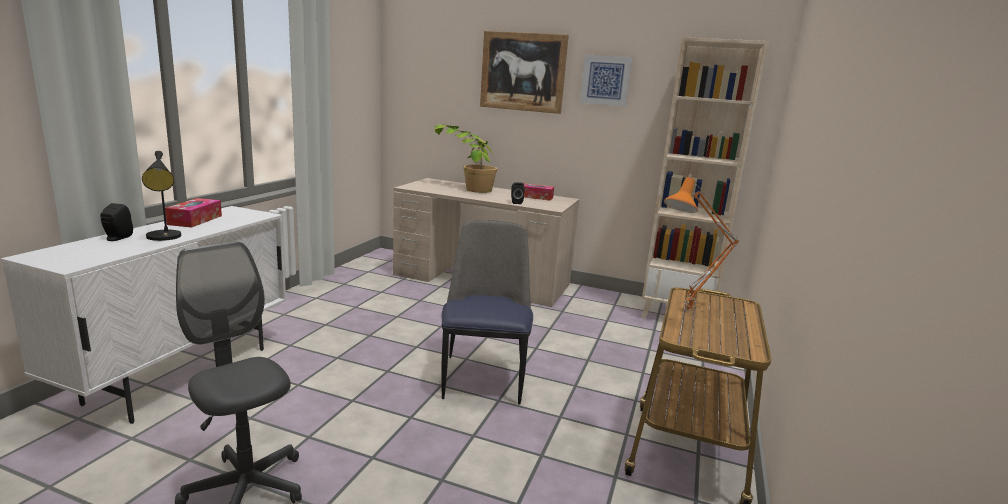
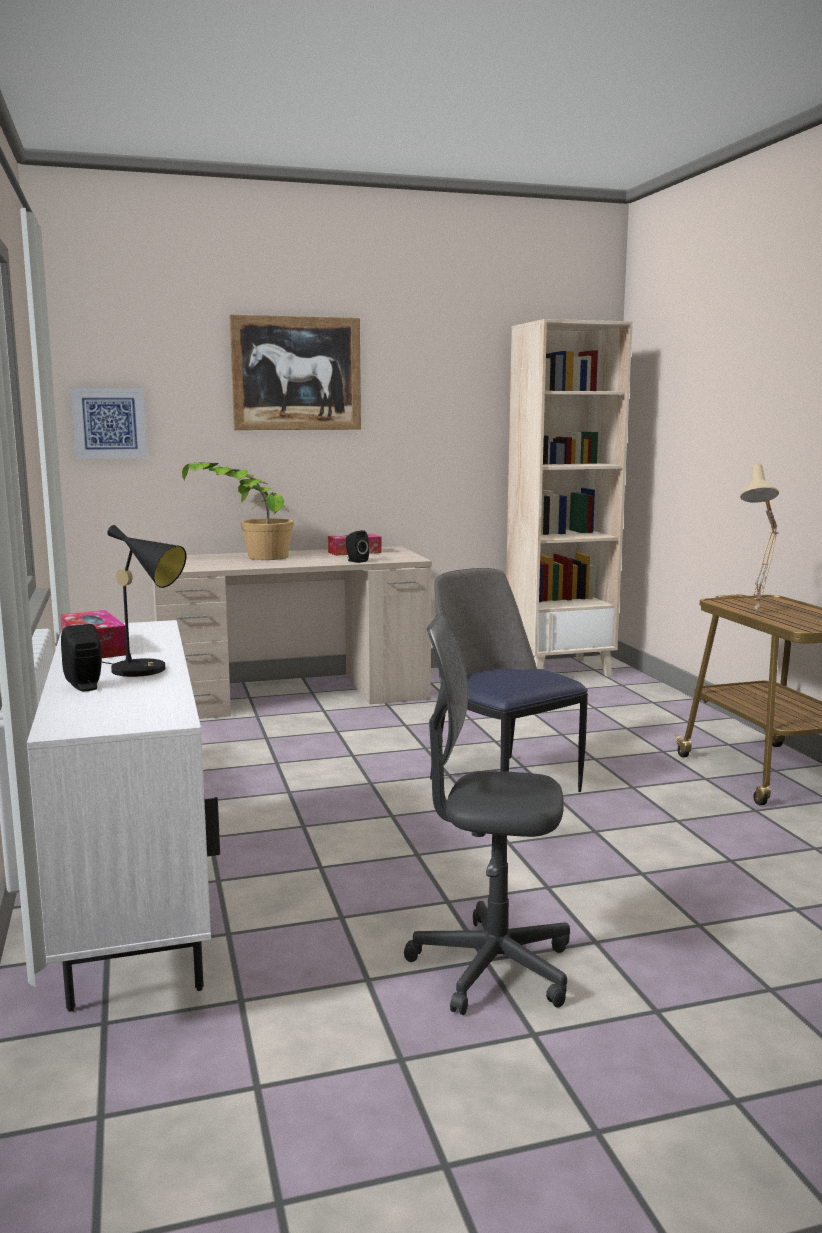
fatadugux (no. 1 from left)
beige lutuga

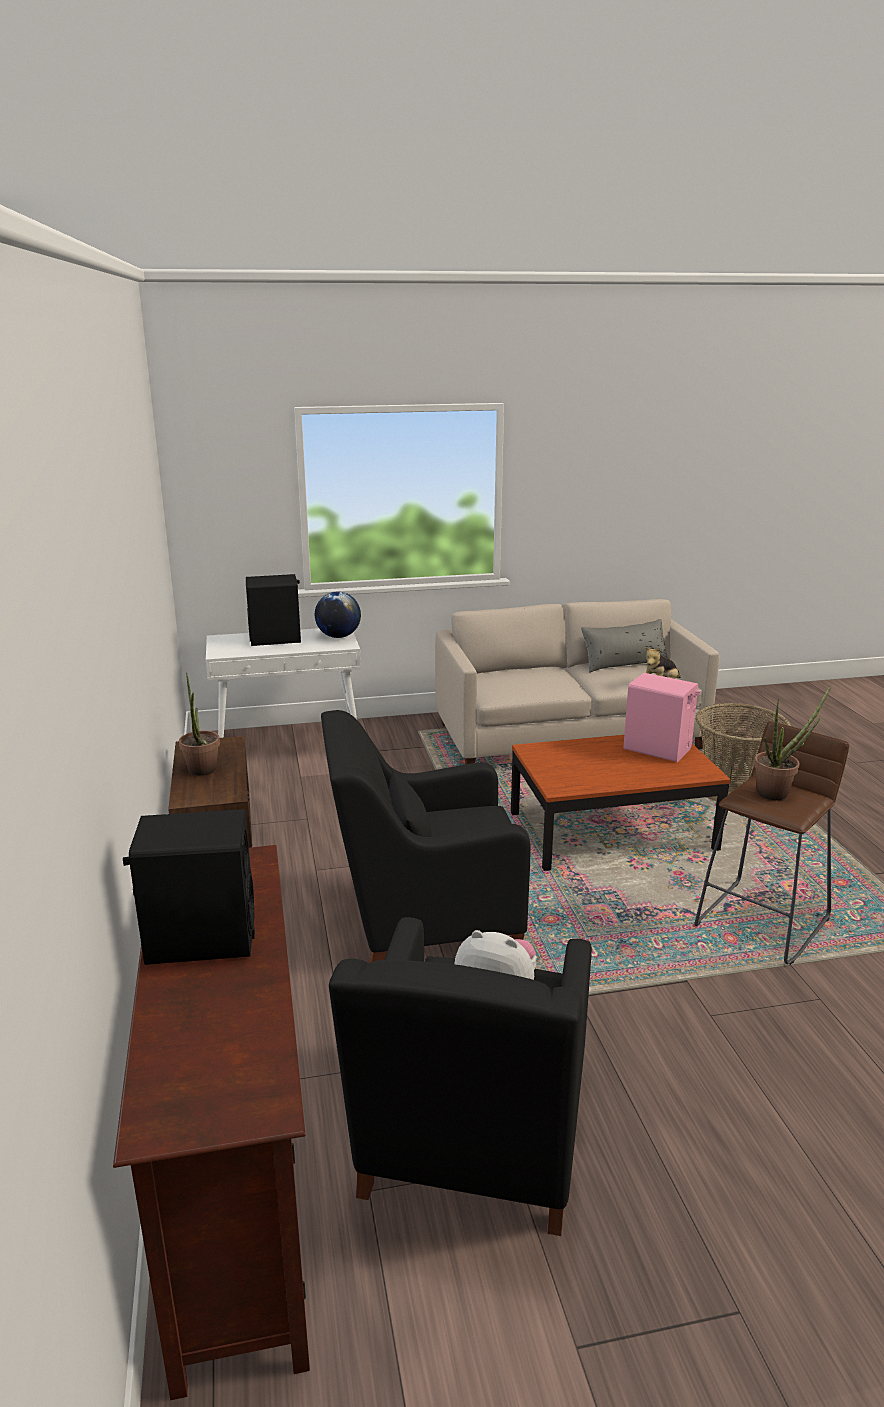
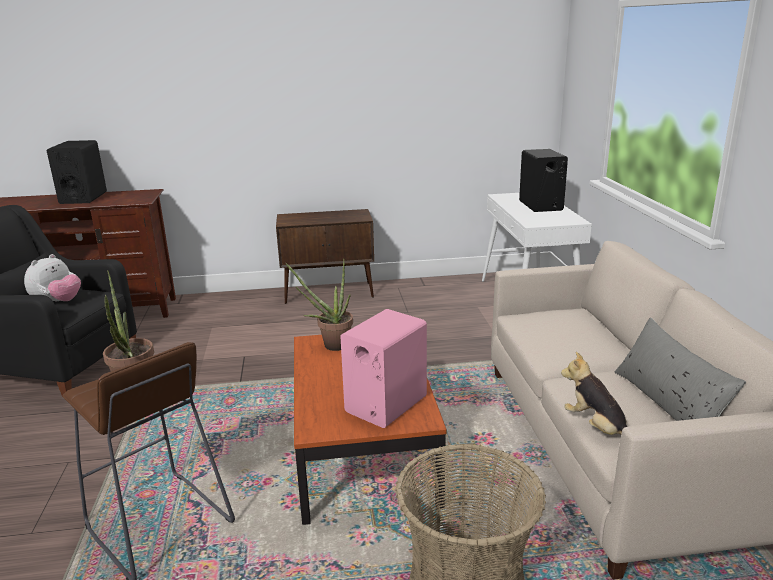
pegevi
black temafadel (no. 1 from left in the first image)
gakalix (no. 2 from left)

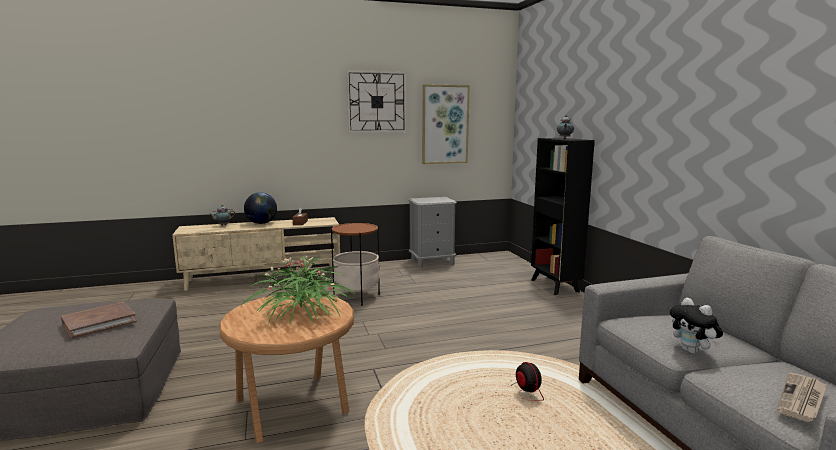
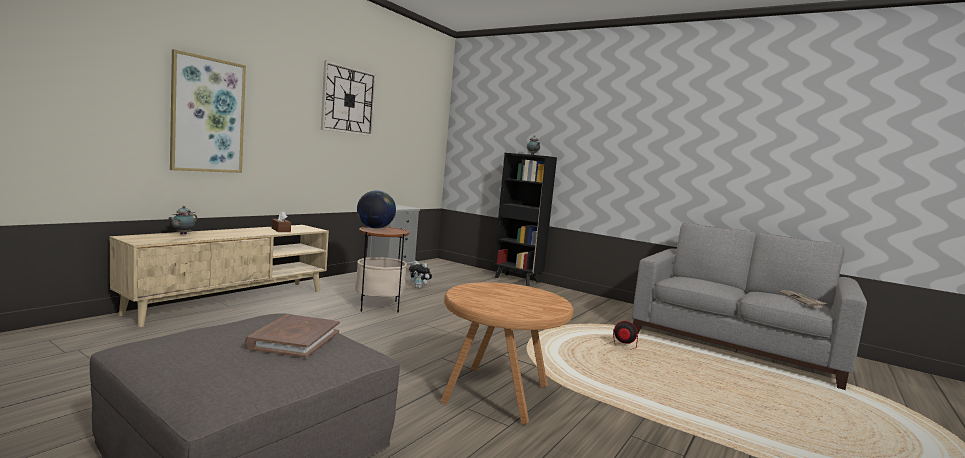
gakalix
pegevi
fatadugux
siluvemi

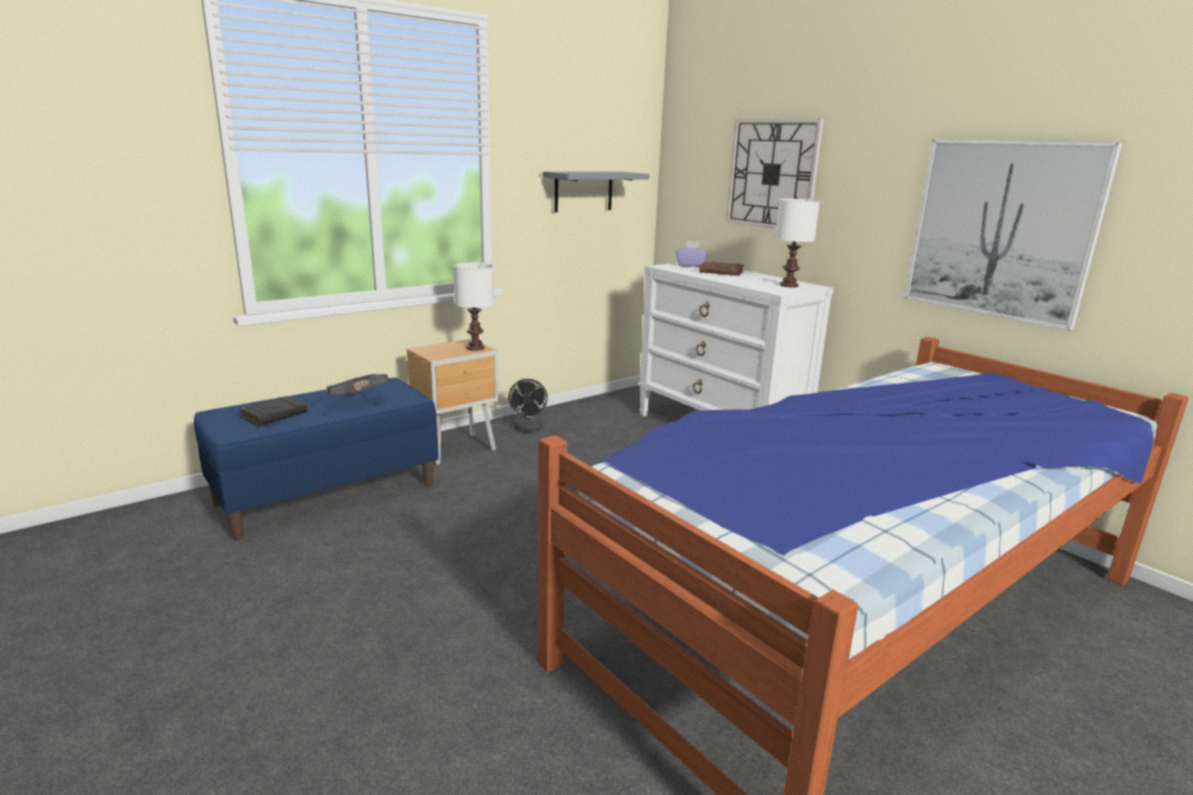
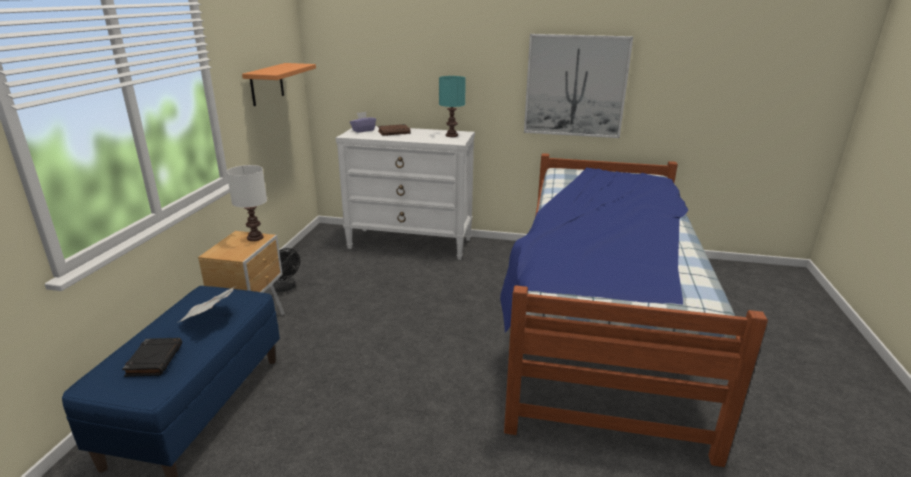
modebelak
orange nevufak
turquoise lutuga

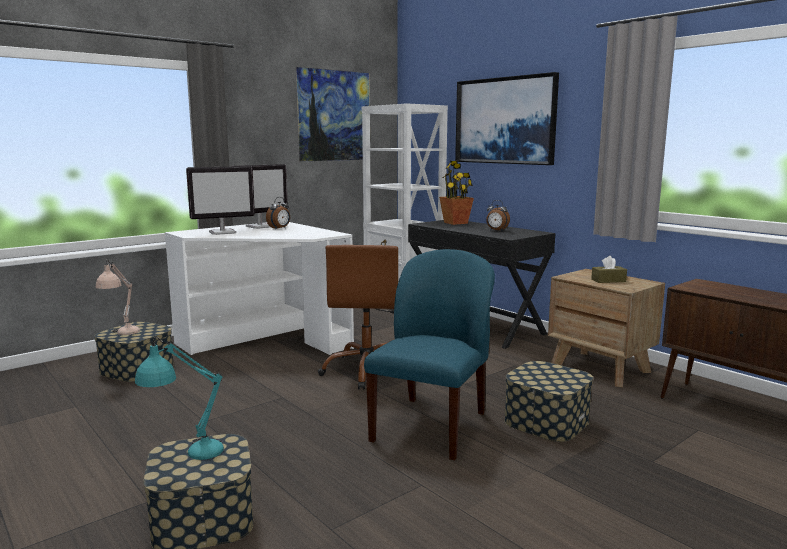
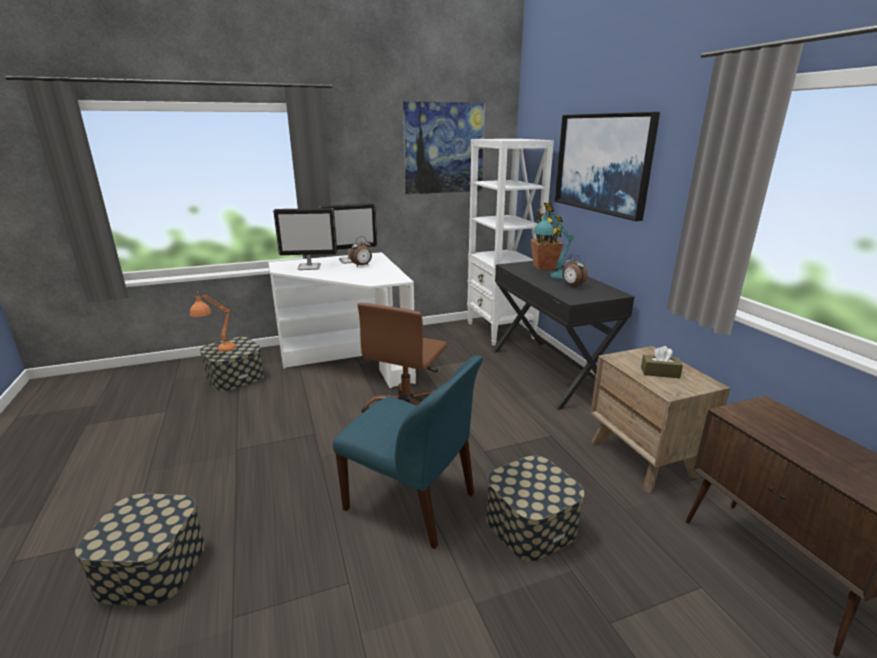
turquoise lutuga
orange lutuga
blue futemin

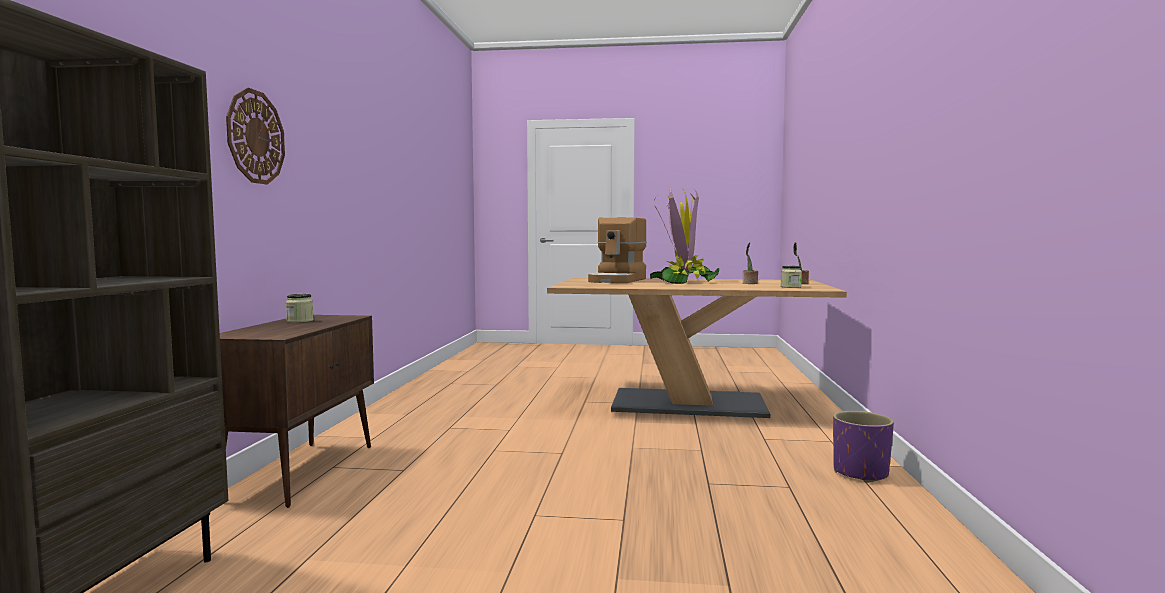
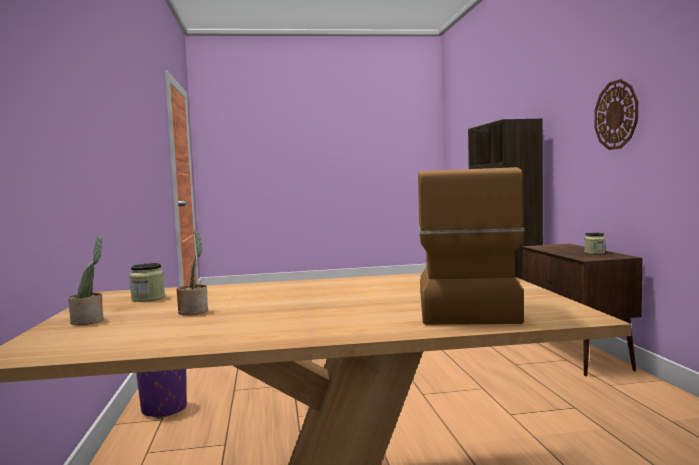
gakalix (no. 1 from left in the first image)

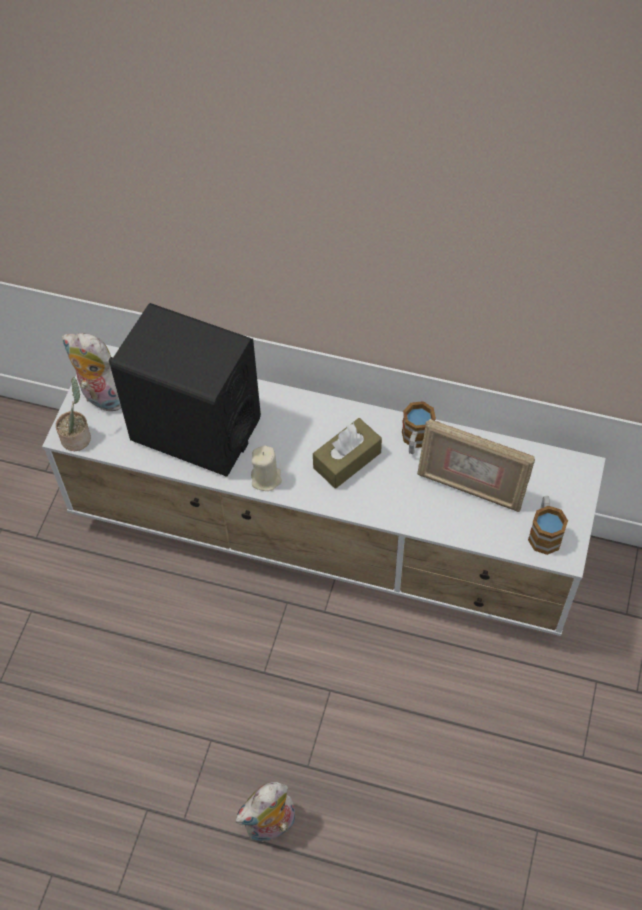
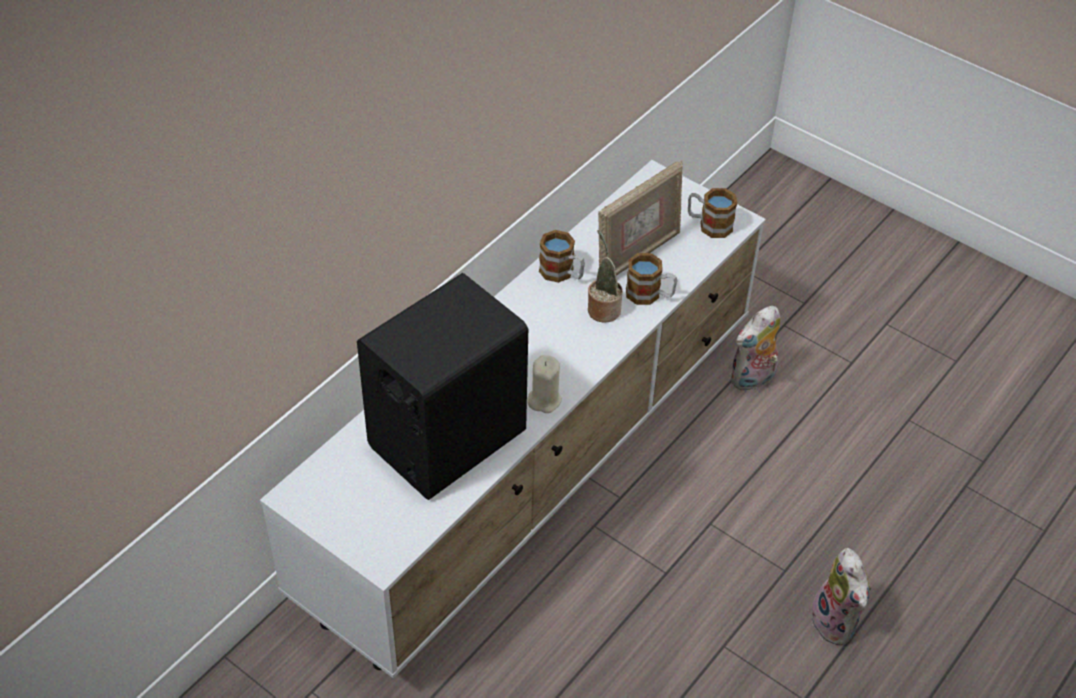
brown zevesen
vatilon (no. 2 from left)
gakalix
siluvemi (no. 1 from left)

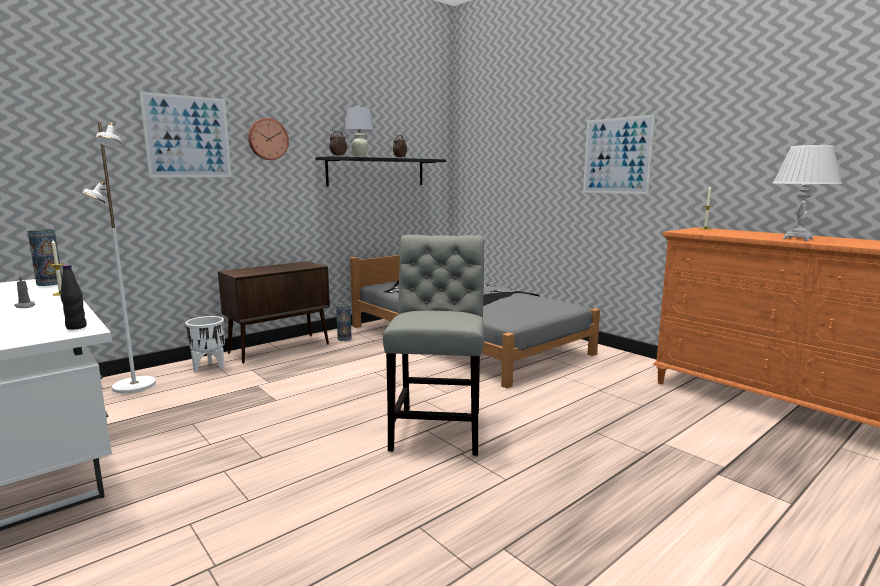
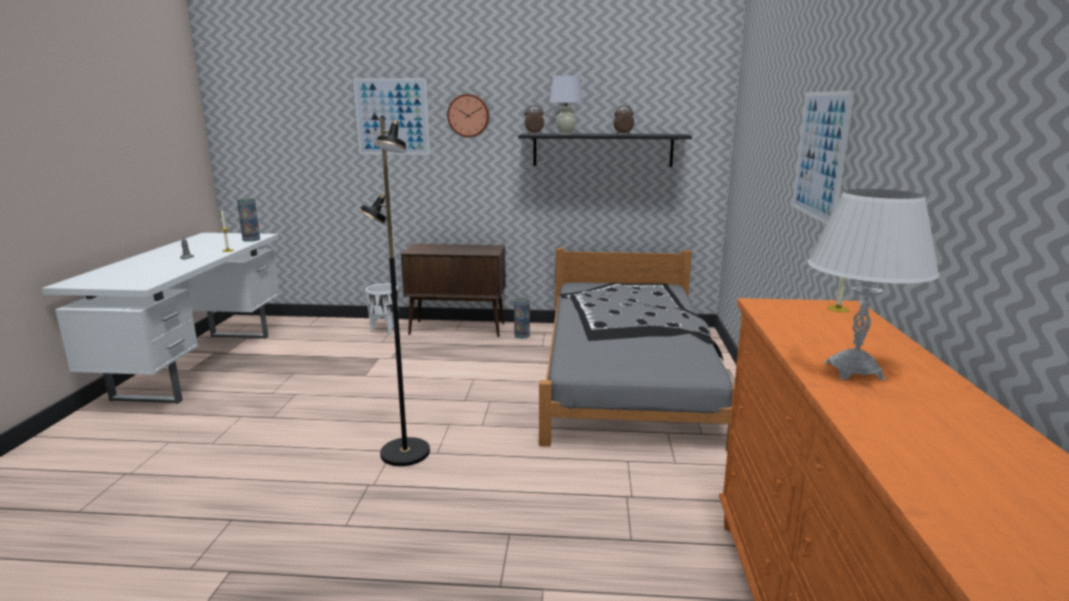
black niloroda
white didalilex
black didalilex

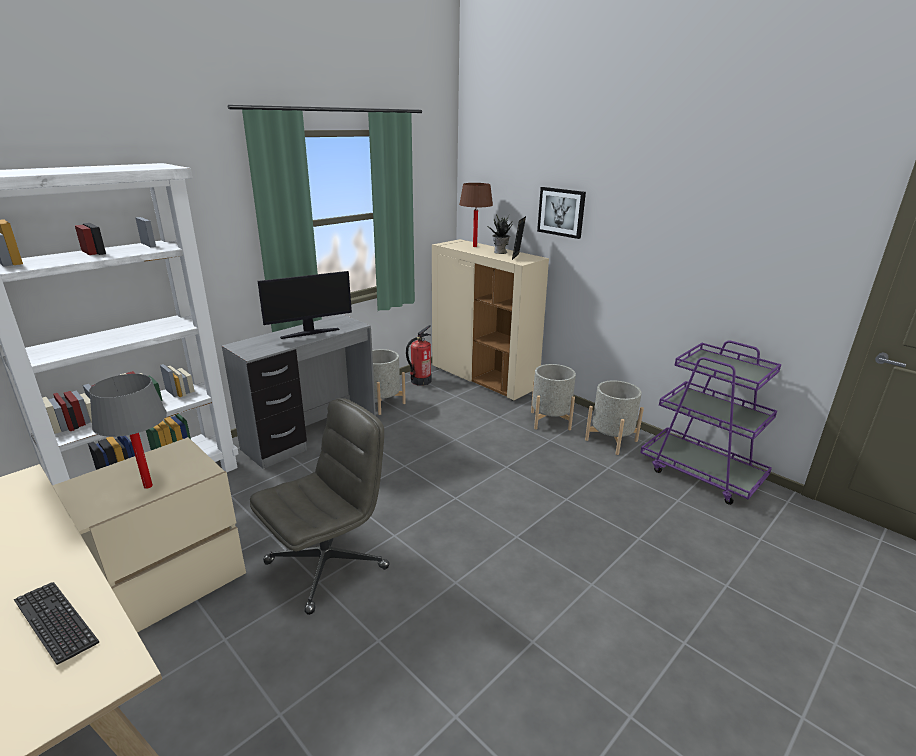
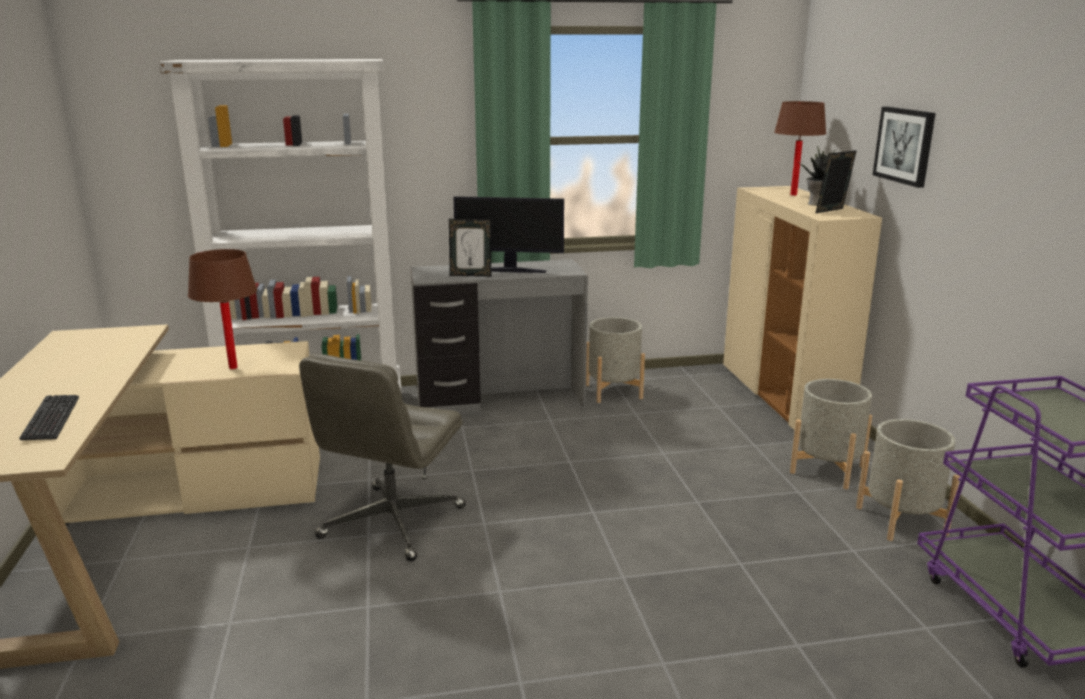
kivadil
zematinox (no. 1 from left)
brown lutuga (no. 1 from left)
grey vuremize

